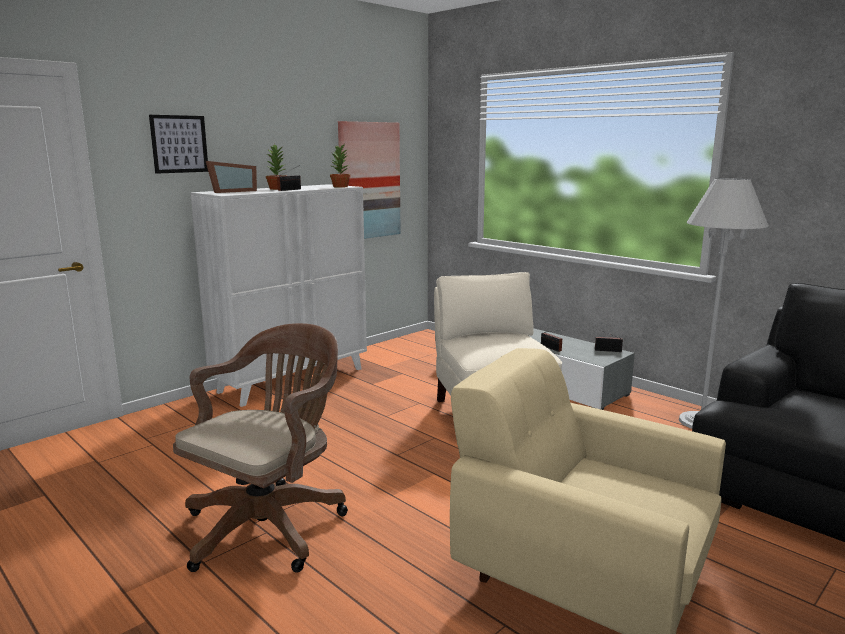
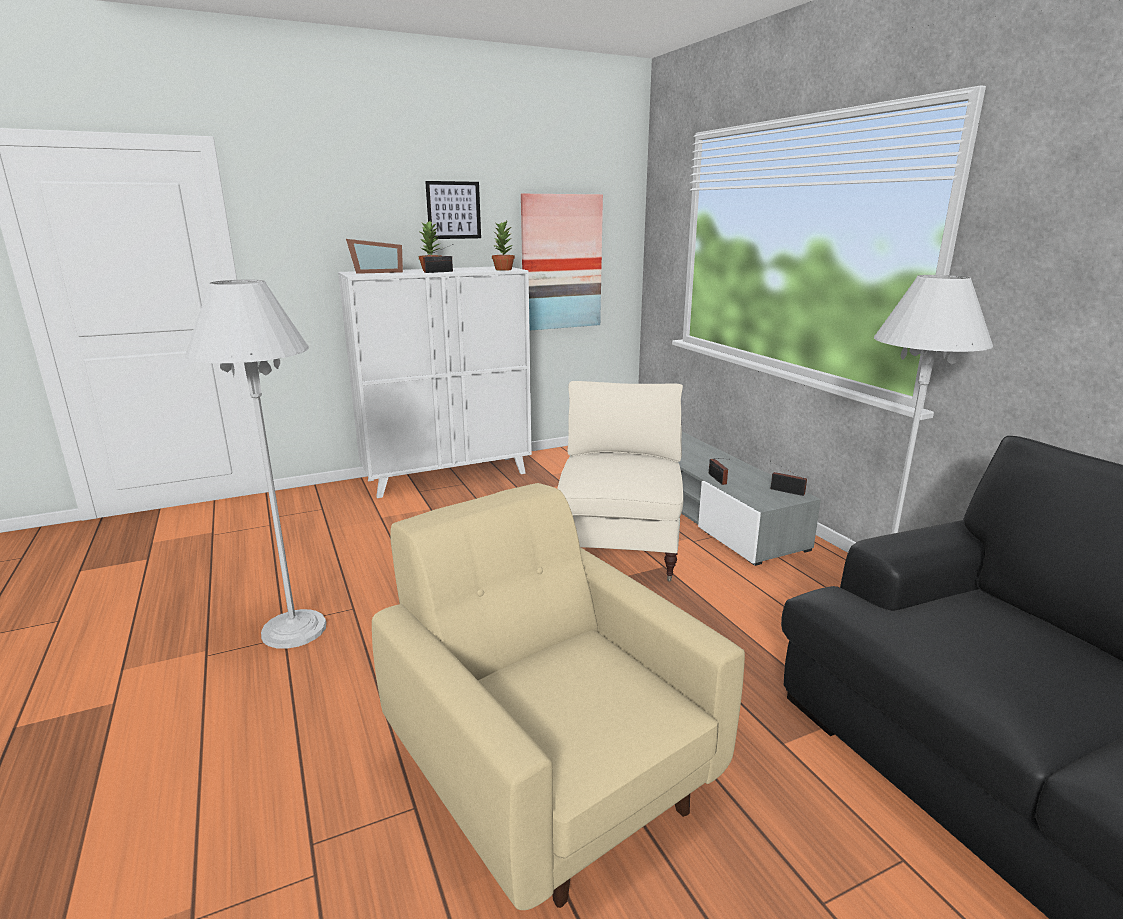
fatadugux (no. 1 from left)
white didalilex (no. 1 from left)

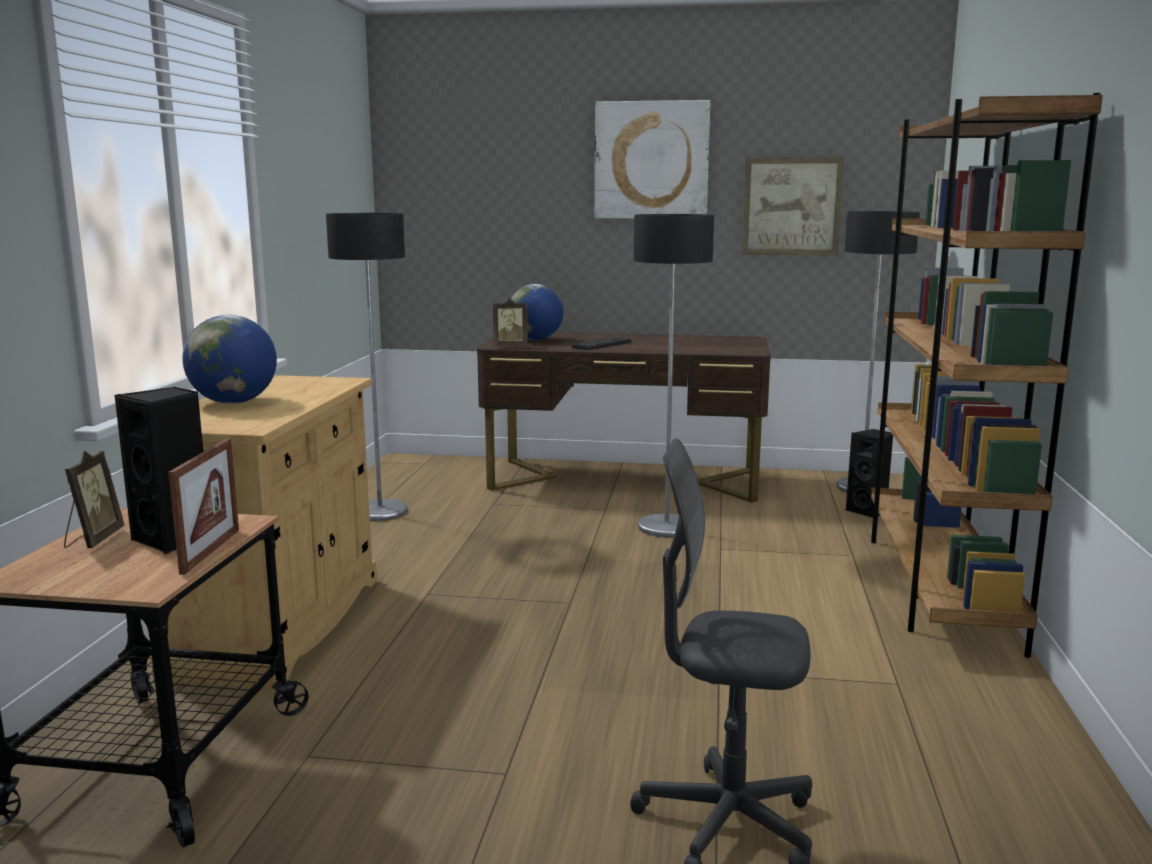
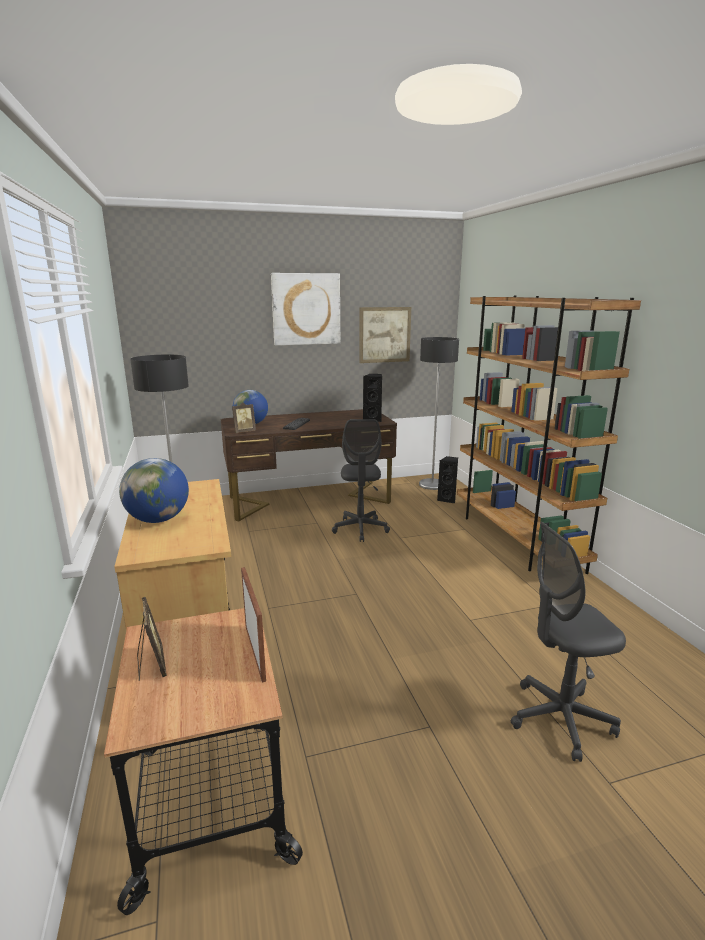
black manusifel (no. 1 from left)
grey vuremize (no. 1 from left)

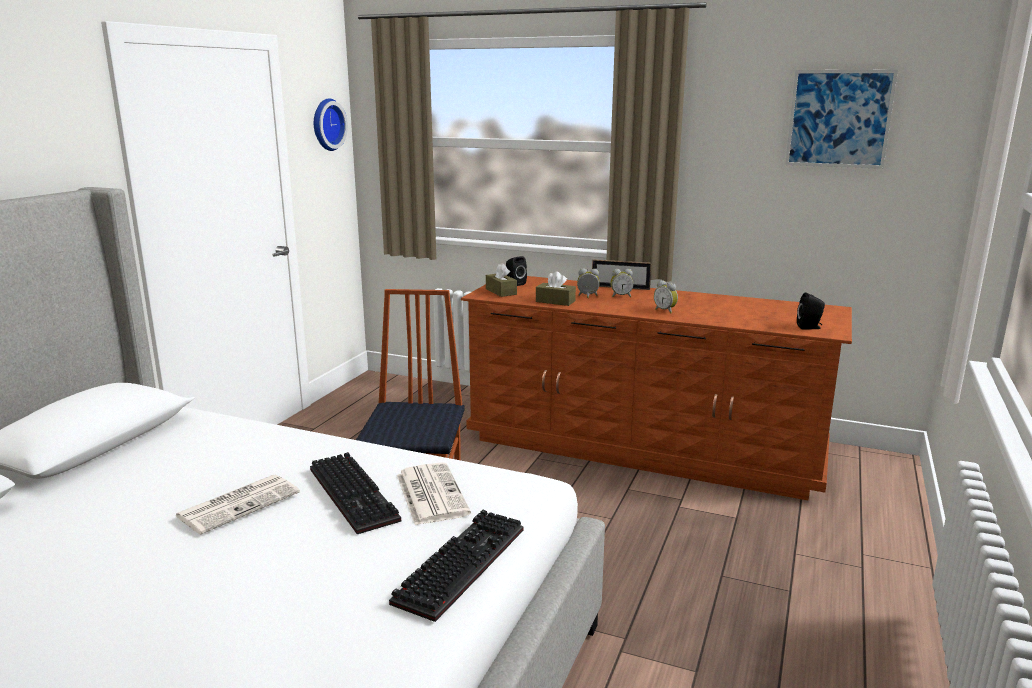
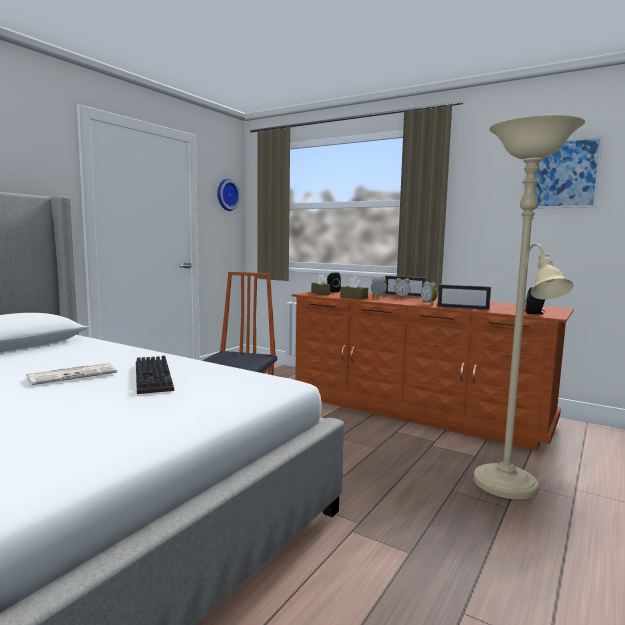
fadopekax (no. 2 from left in the first image)
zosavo (no. 2 from left in the first image)
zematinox (no. 2 from left)
beige didalilex

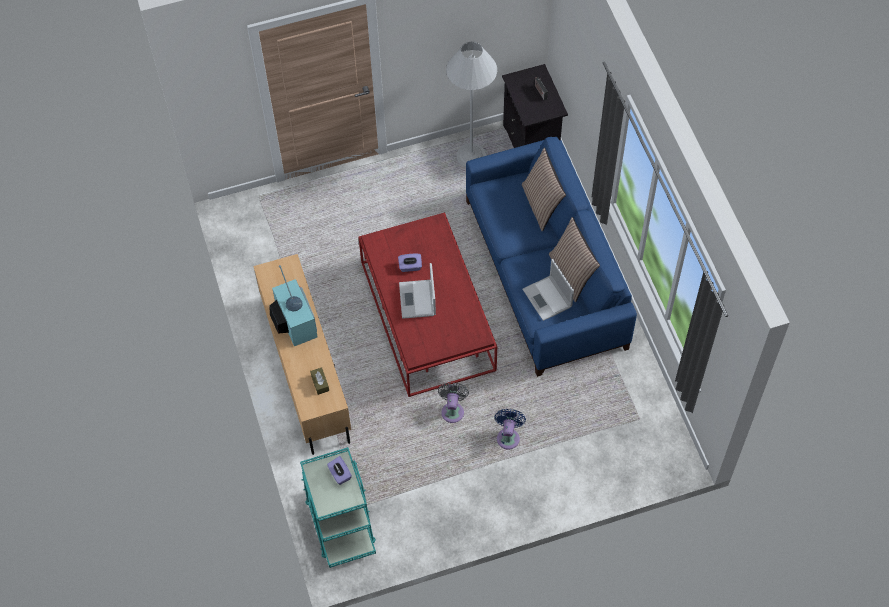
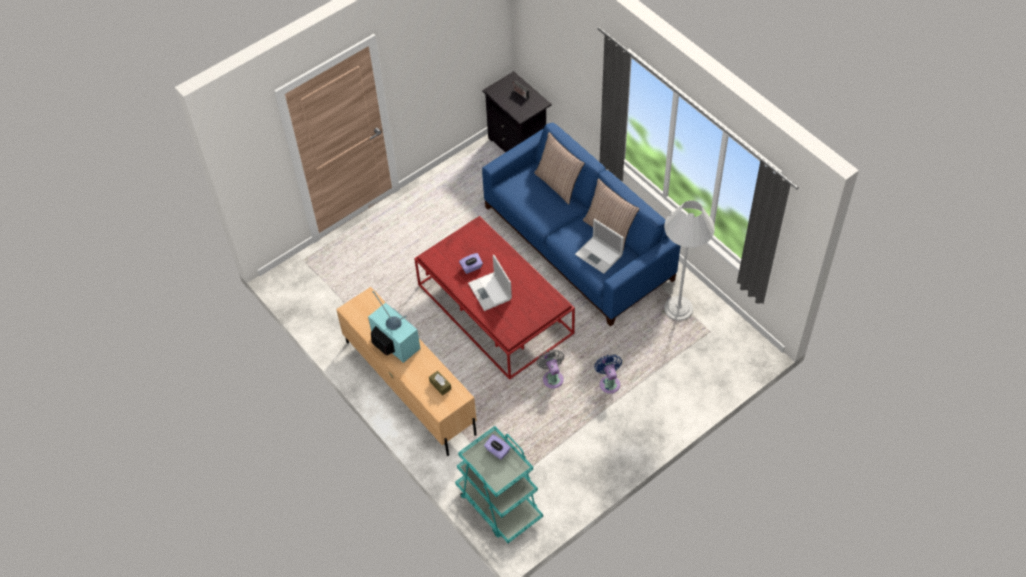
white didalilex

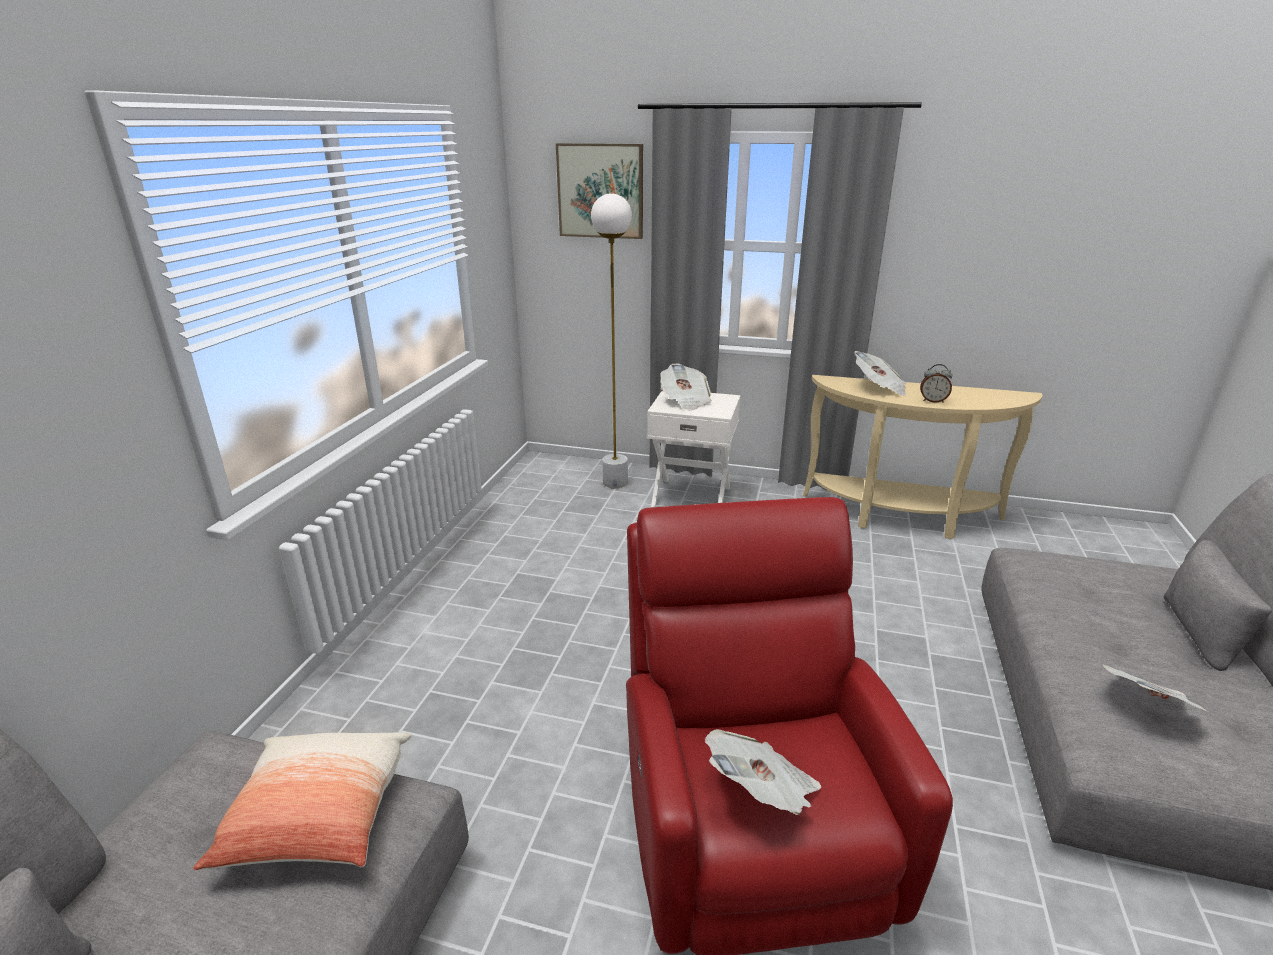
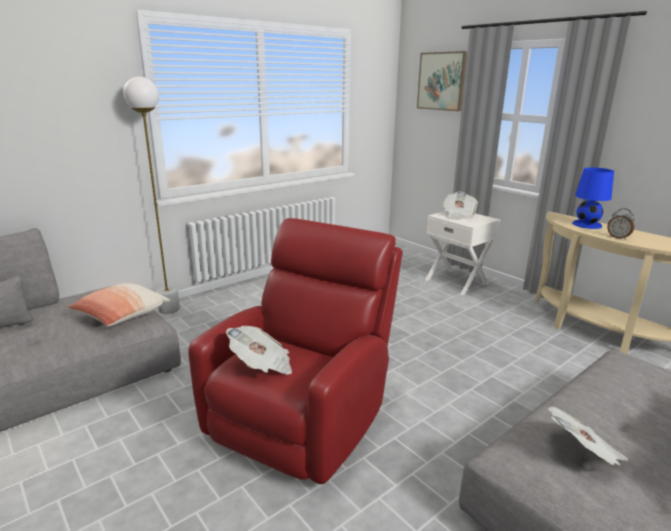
white didalilex
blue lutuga

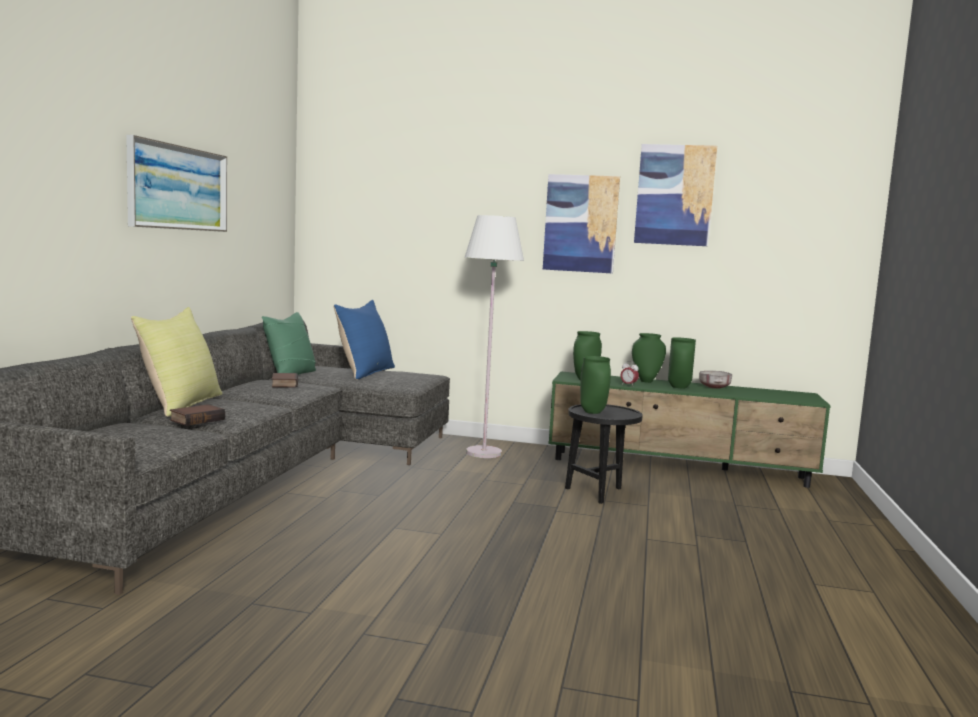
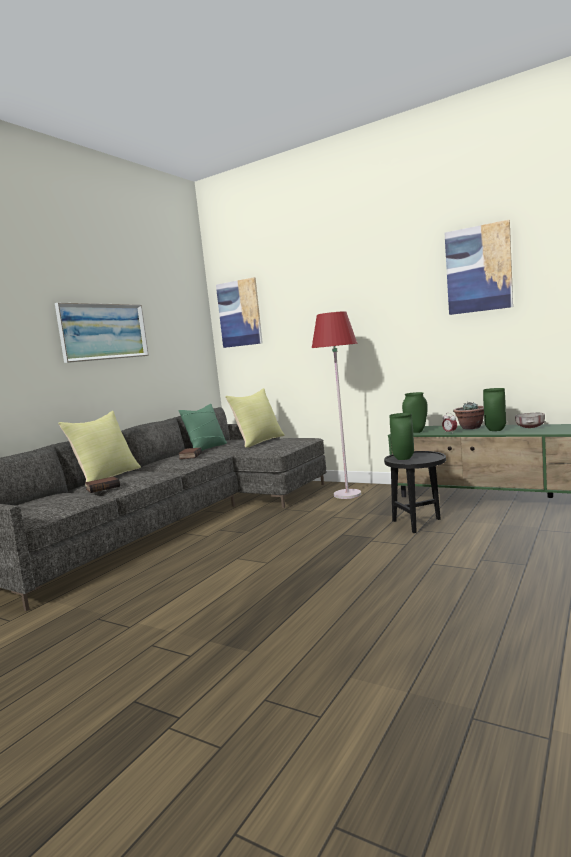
fatadugux (no. 2 from left)
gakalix
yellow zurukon (no. 2 from left)
red didalilex

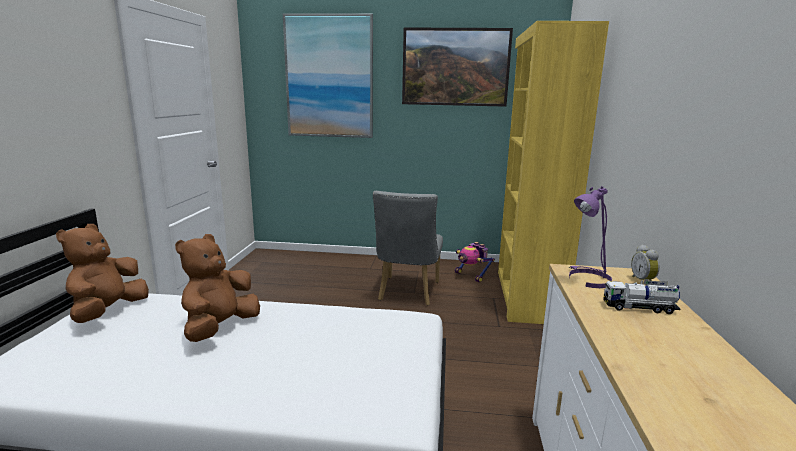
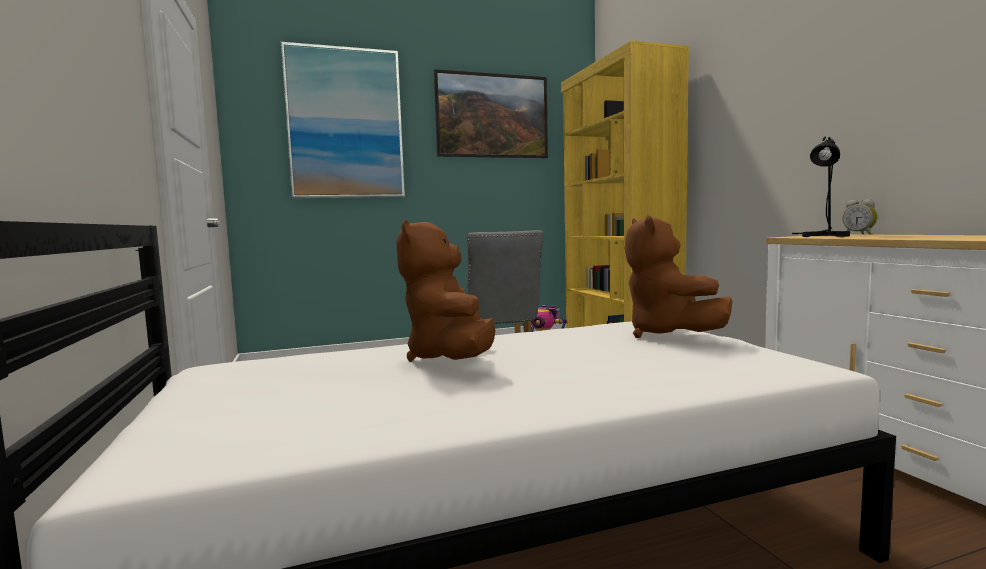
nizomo
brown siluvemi (no. 2 from left)
black lutuga

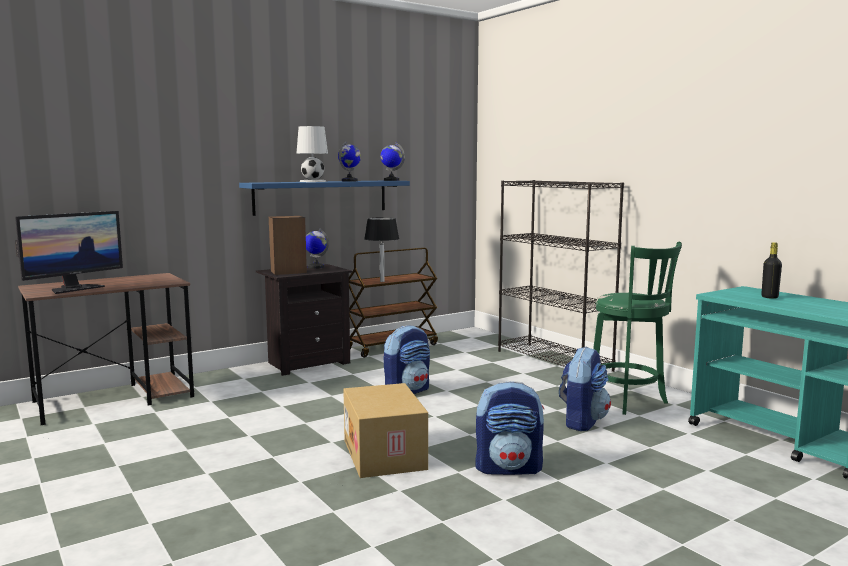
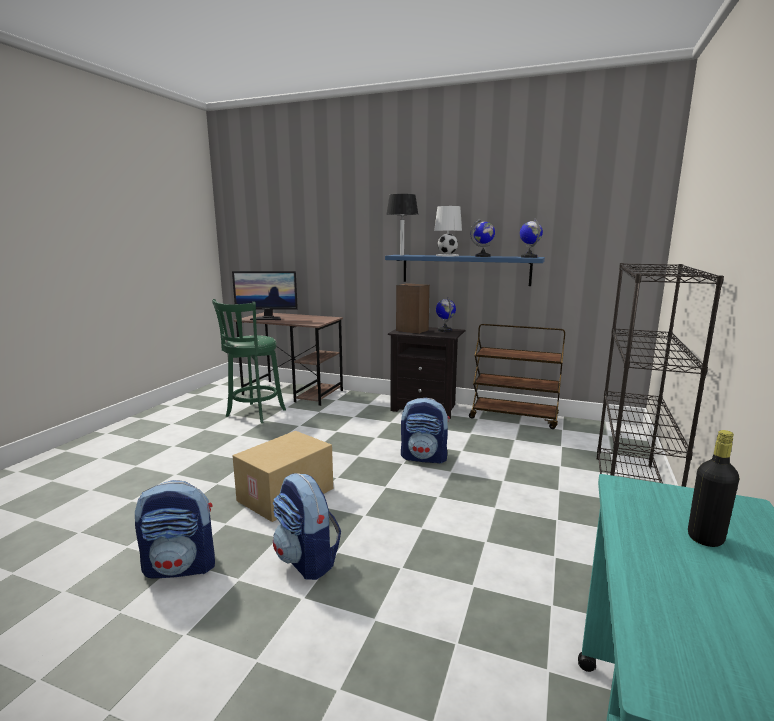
black lutuga
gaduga (no. 1 from left)
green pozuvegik

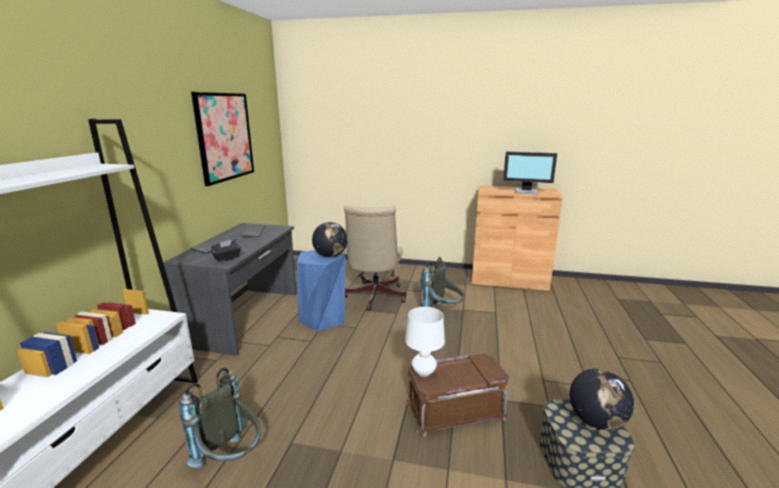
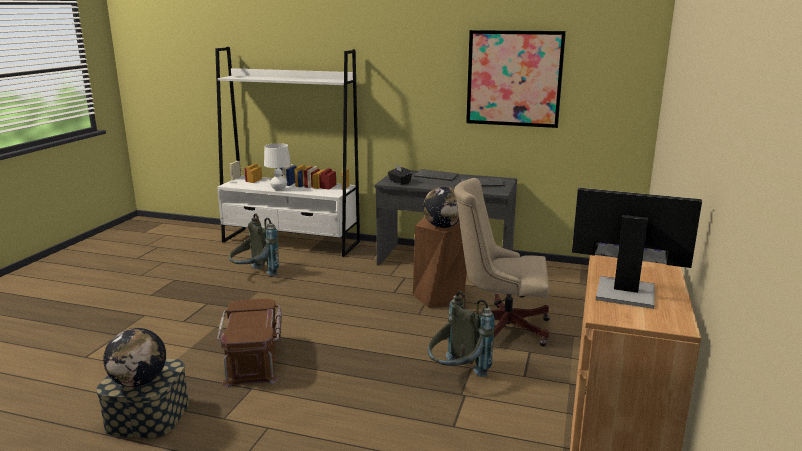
white lutuga
brown pozuvegik
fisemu

